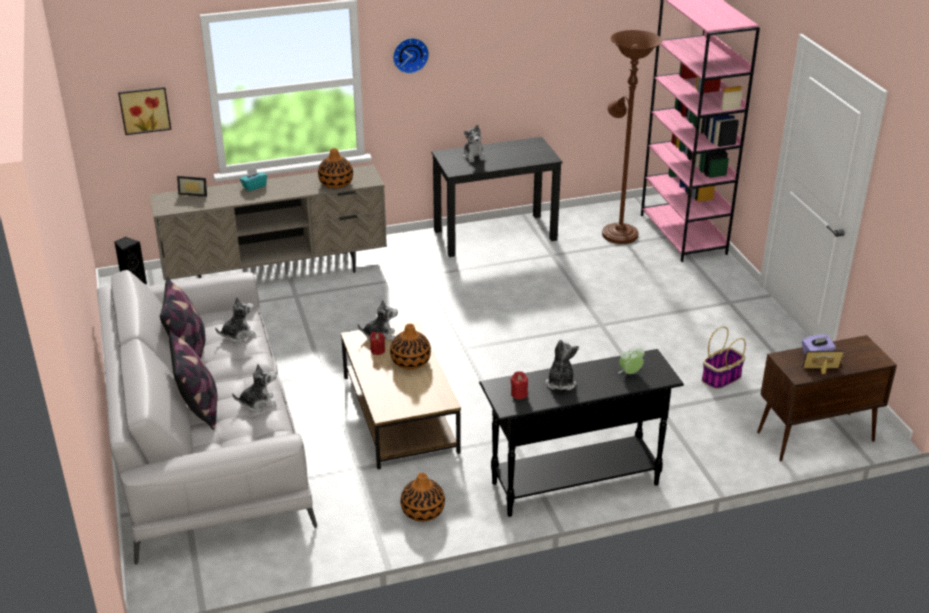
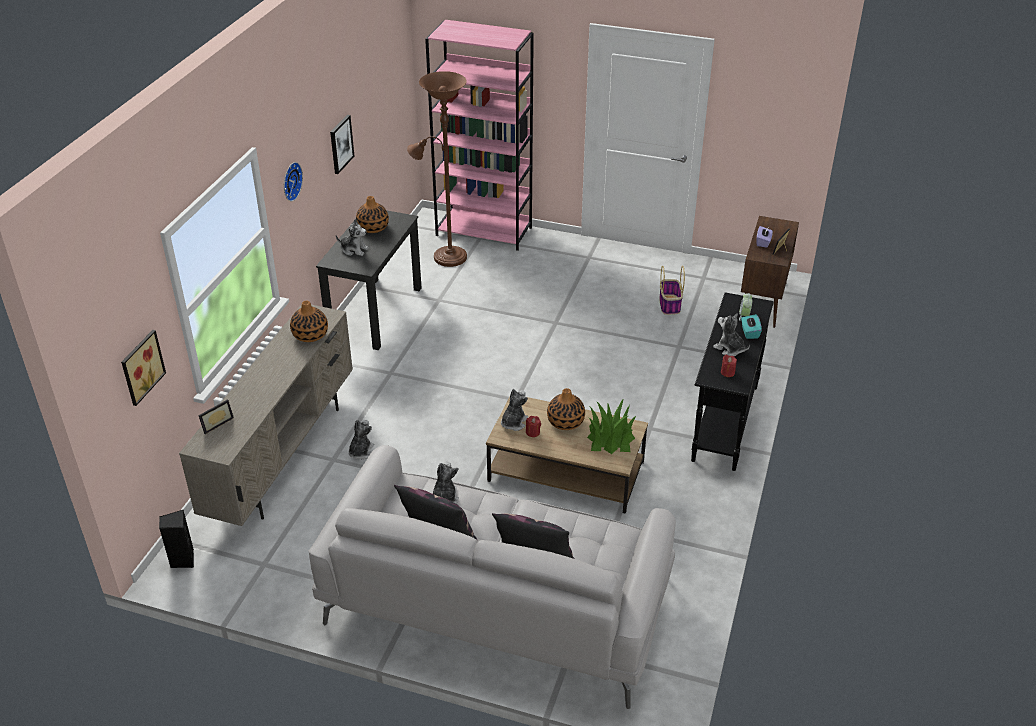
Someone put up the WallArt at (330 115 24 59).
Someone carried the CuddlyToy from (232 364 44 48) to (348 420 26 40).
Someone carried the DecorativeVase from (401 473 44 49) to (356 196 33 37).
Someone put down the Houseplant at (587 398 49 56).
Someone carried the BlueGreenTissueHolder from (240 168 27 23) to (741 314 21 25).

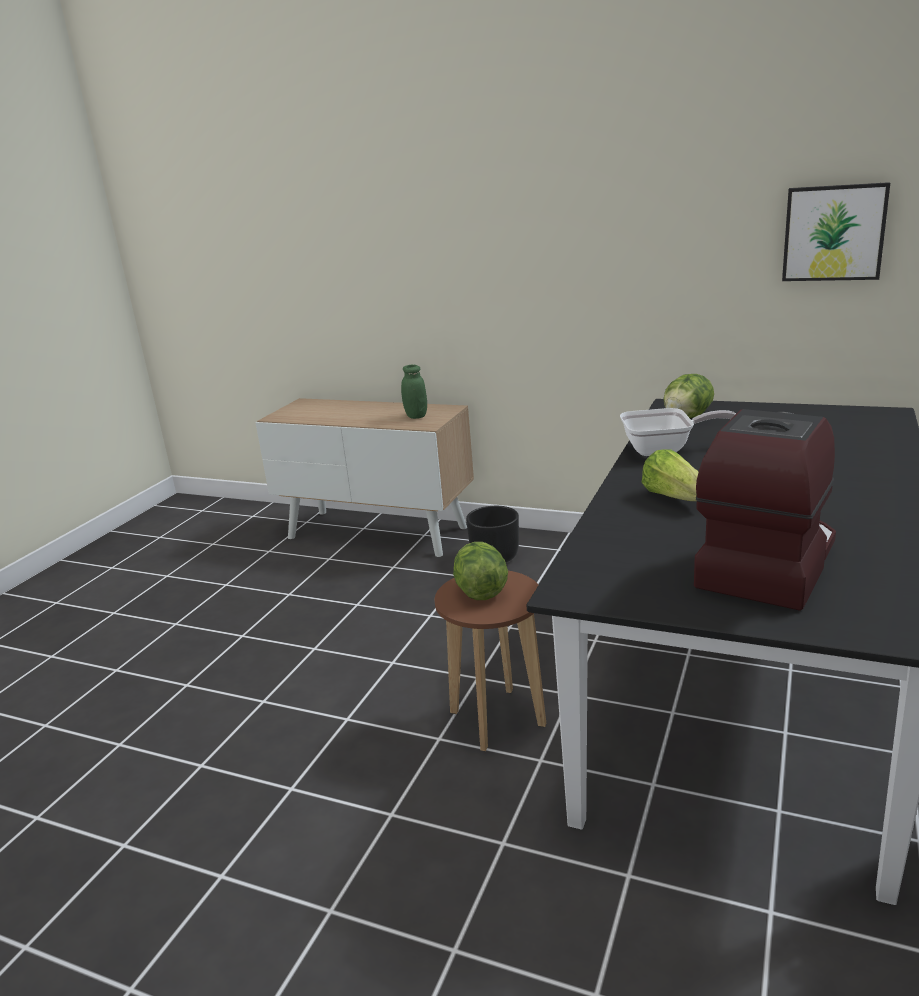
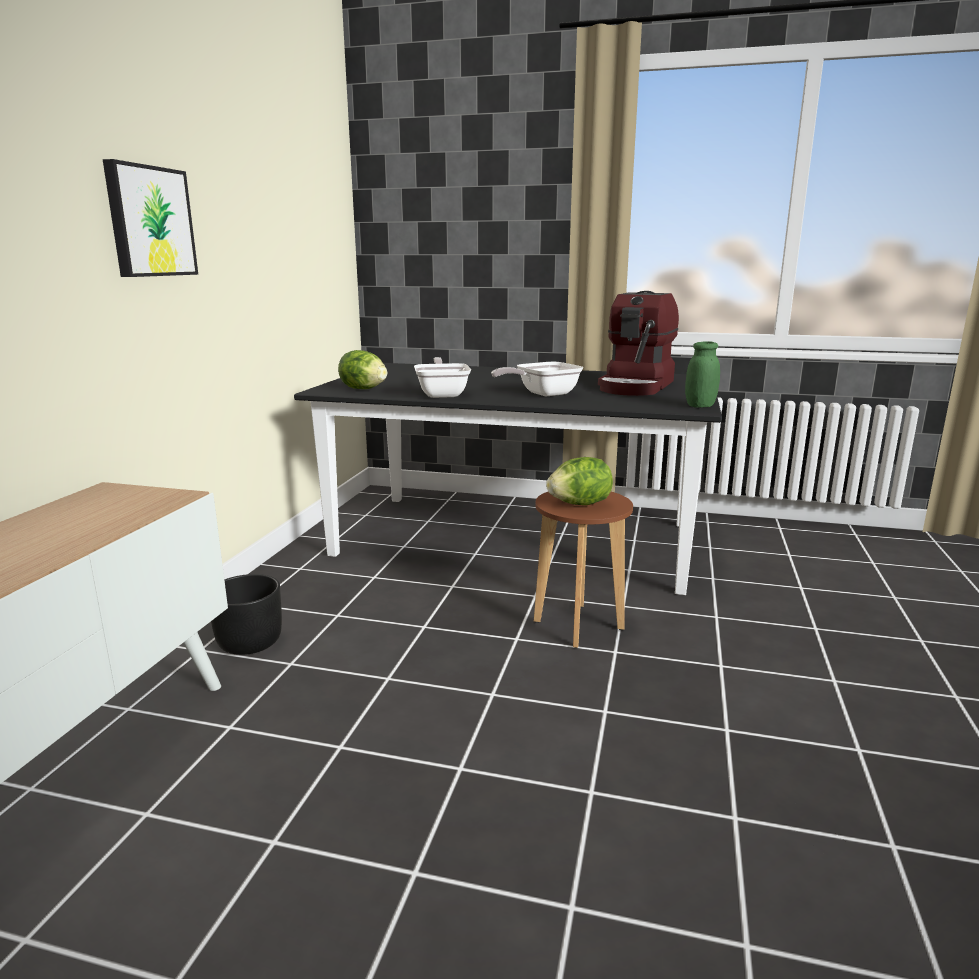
Someone carried the WallArt from (782 182 108 99) to (103 159 95 118).
Someone swapped the Lettuce at (641 449 57 52) for the Pan at (491 362 92 35).
Someone rotated the CoffeeMaker at (694 409 142 202) by 90 degrees counterclockwise.
Someone carried the GreenColouredPreserveJar from (401 365 26 54) to (685 341 35 67).

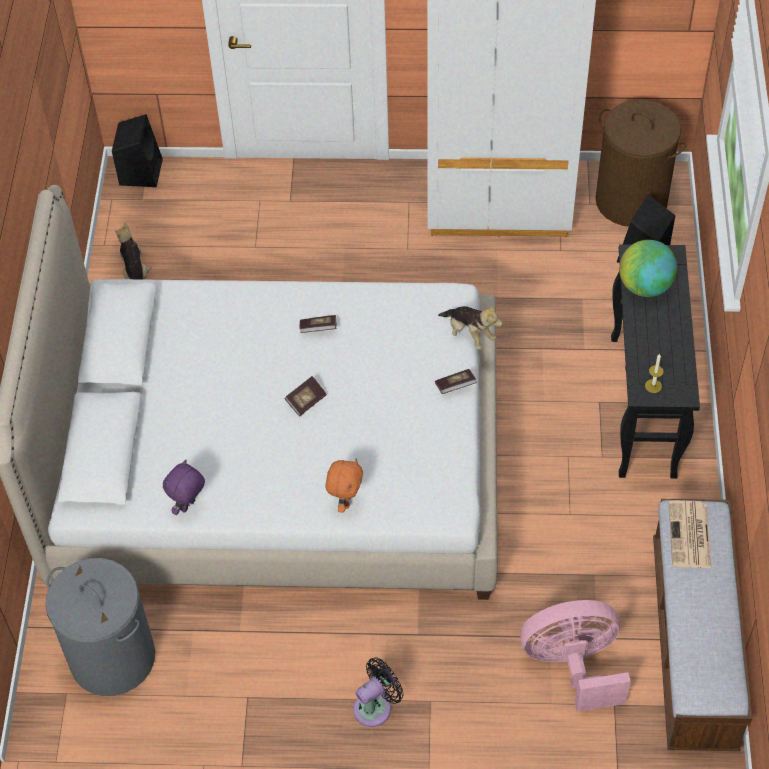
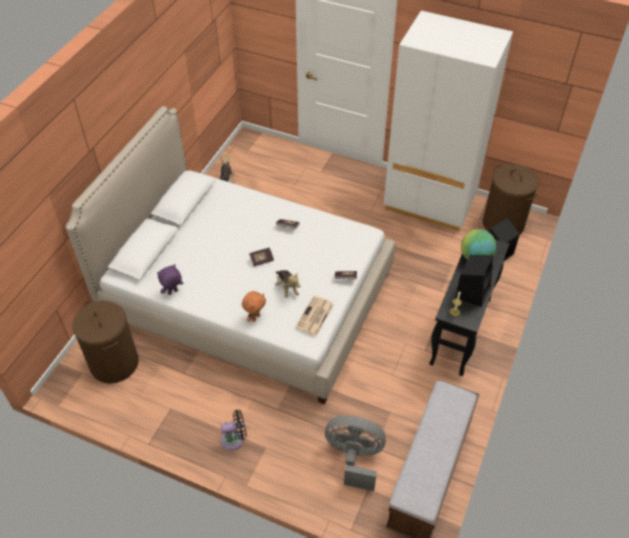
Someone repainted the GreyishHamper at (45 558 110 138), which became the BrownishHamper at (72 301 67 83).
Someone carried the CuddlyToy from (438 304 65 46) to (275 270 25 28).
Someone carried the Newspaper from (669 501 43 67) to (295 296 39 40).
Someone repainted the PinkishElectricFan at (520 600 111 112), which became the GreyishElectricFan at (325 416 61 75).
Someone carried the BlackAudioSpeaker from (112 114 51 73) to (455 255 38 52).

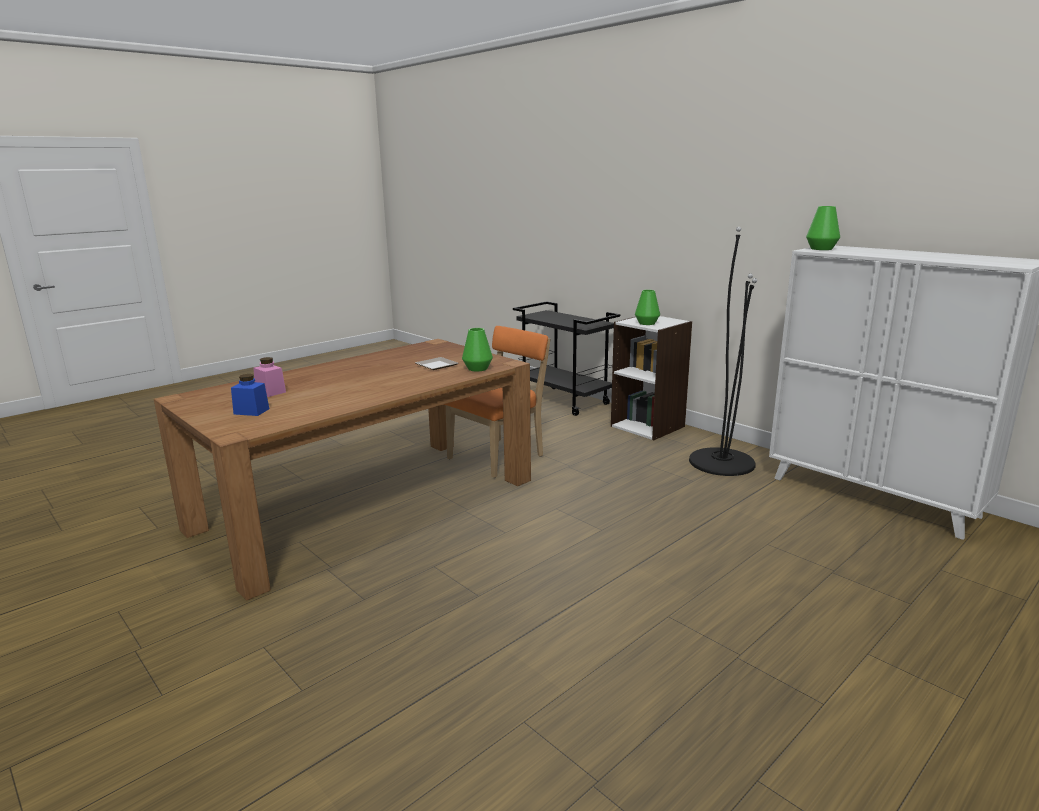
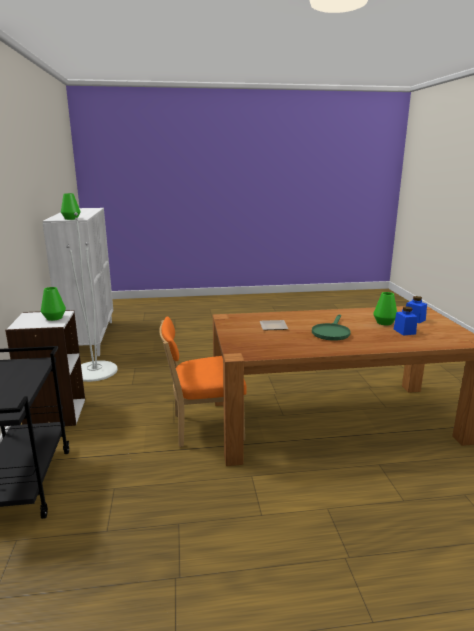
Someone repainted the BlackFloorLamp at (689 227 68 249), which became the WhiteFloorLamp at (66 212 52 170).
Someone put down the GreenColouredPan at (312 314 38 27).
Someone carried the GreenColouredDecorativeVase from (462 328 31 44) to (373 292 24 33).
Someone repainted the PinkishPreserveJar at (253 357 33 40), which became the BluishPreserveJar at (394 306 24 30).

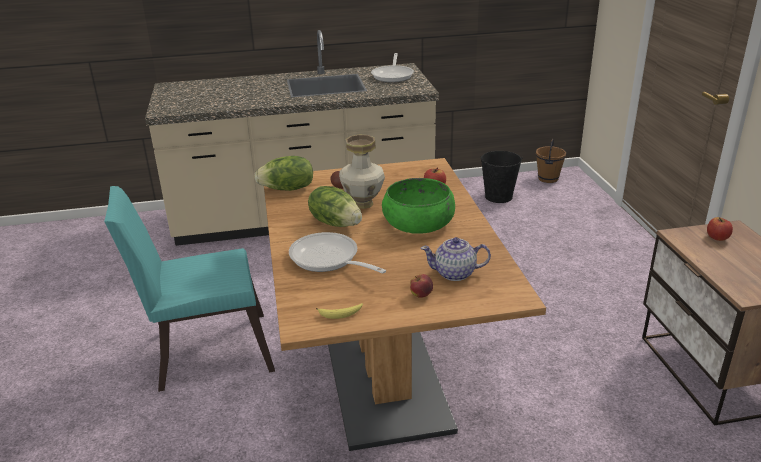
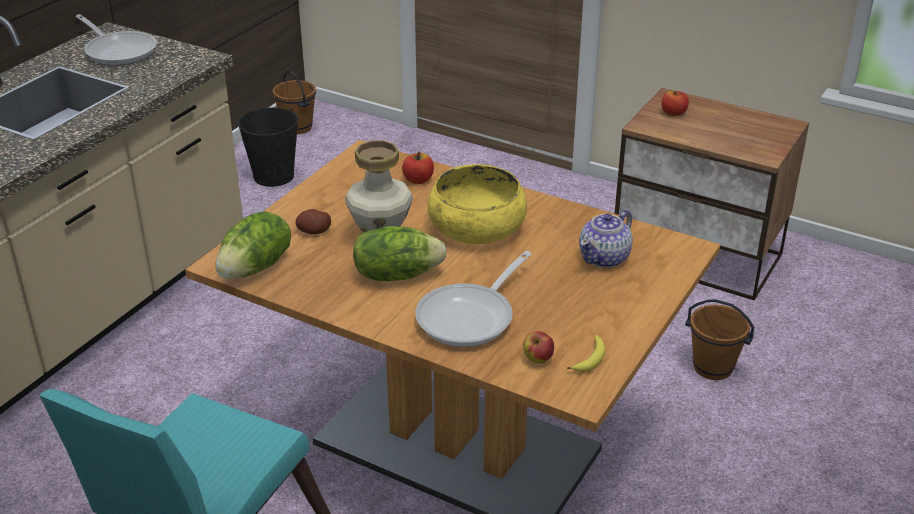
Someone rotated the Pan at (289 232 97 42) by 45 degrees counterclockwise.
Someone repainted the GreenColouredBowl at (382 178 73 56), which became the YellowColouredBowl at (427 164 100 80).
Someone carried the Apple from (410 274 23 24) to (523 331 31 33).
Someone put down the BrownishWaterBucket at (685 299 69 81).

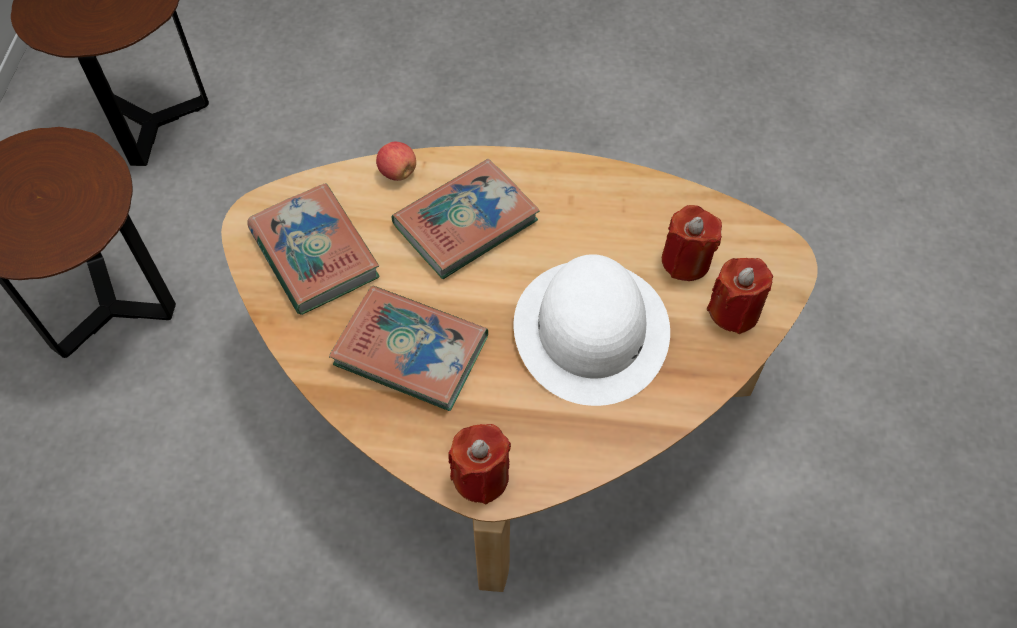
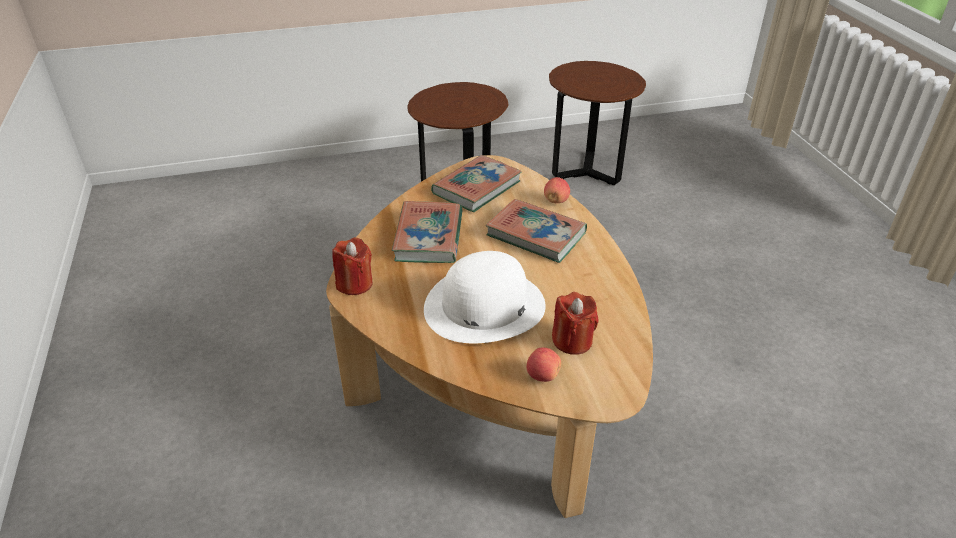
Someone swapped the ReddishWaxLight at (707 258 66 76) for the Apple at (527 347 34 35).

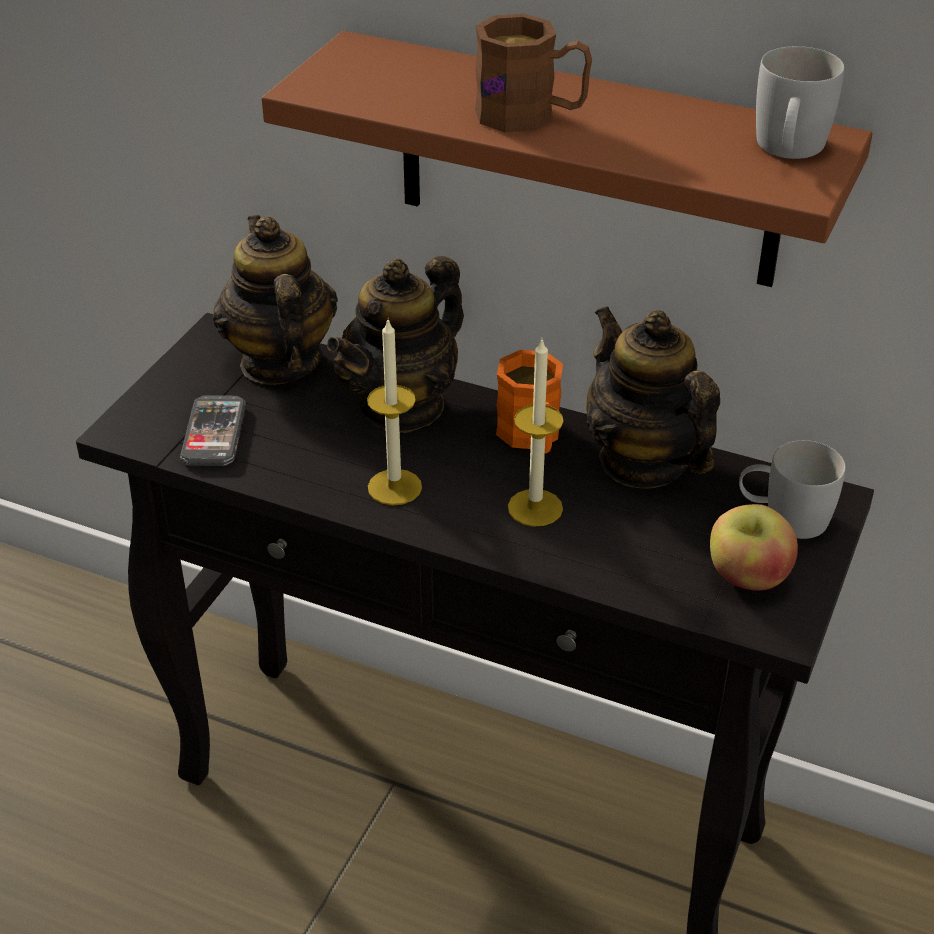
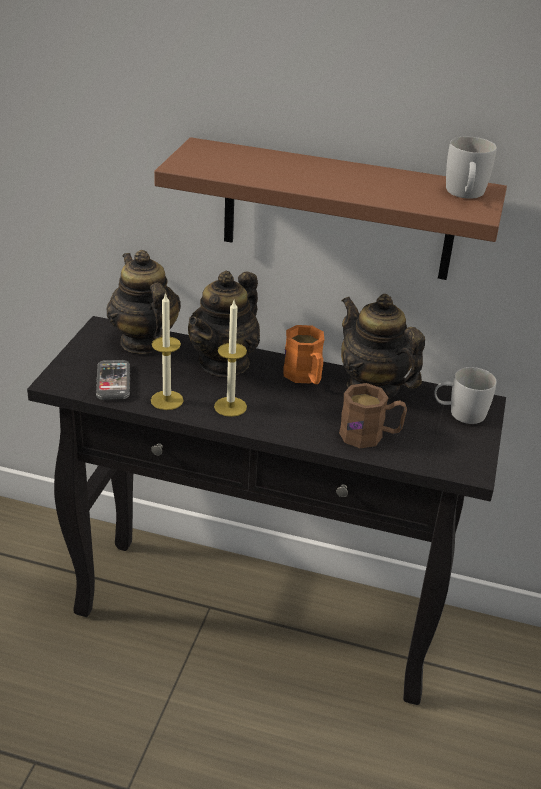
Someone carried the WaxLight from (508 337 56 190) to (151 292 33 118).
Someone carried the BrownishCoffeeMug from (475 14 117 118) to (339 383 68 65).
Someone took away the Apple at (710 504 88 87).

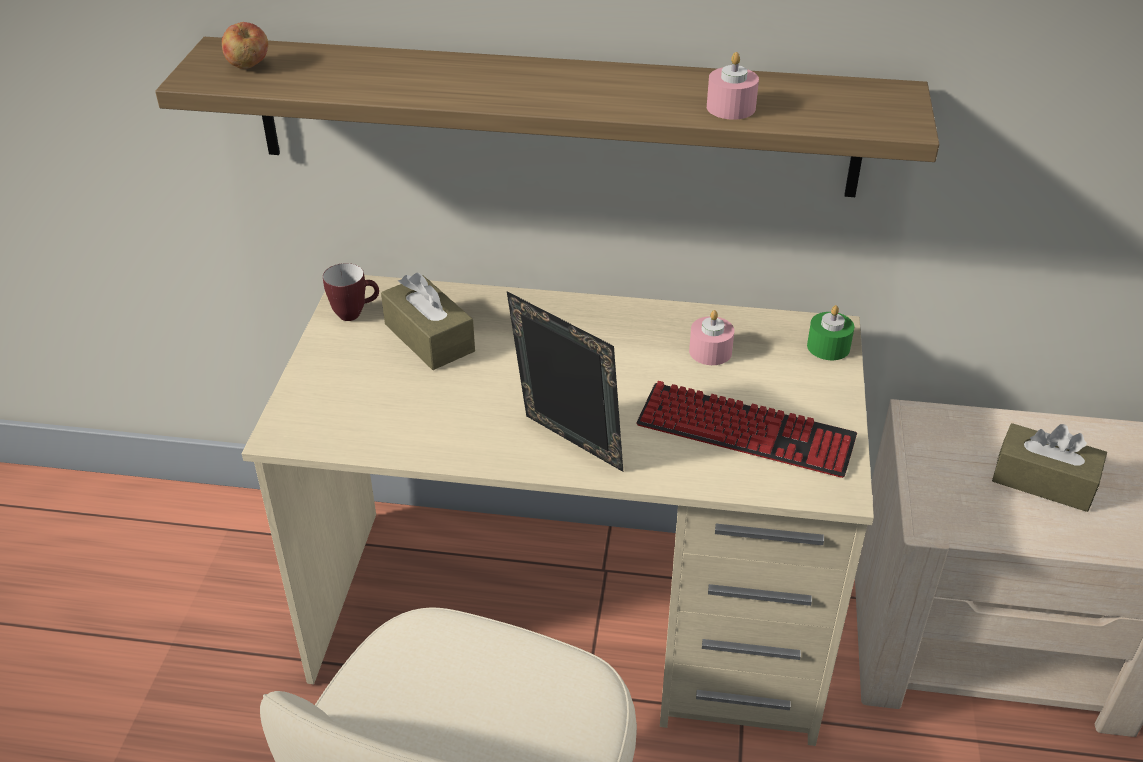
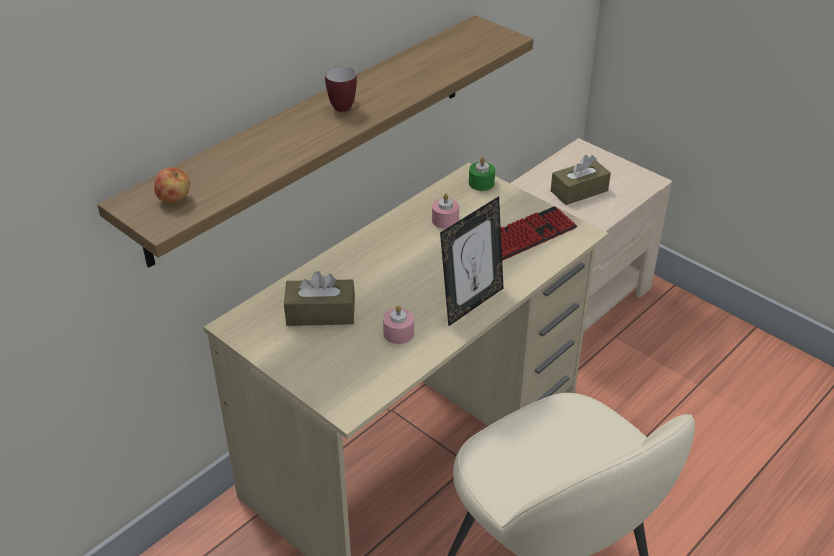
Someone carried the CoffeeMug from (323 263 56 58) to (325 67 32 45).
Someone carried the PinkishWaxLight from (707 52 52 68) to (383 305 31 39).
Someone rotated the PictureFrame at (507 292 116 180) by 150 degrees clockwise.

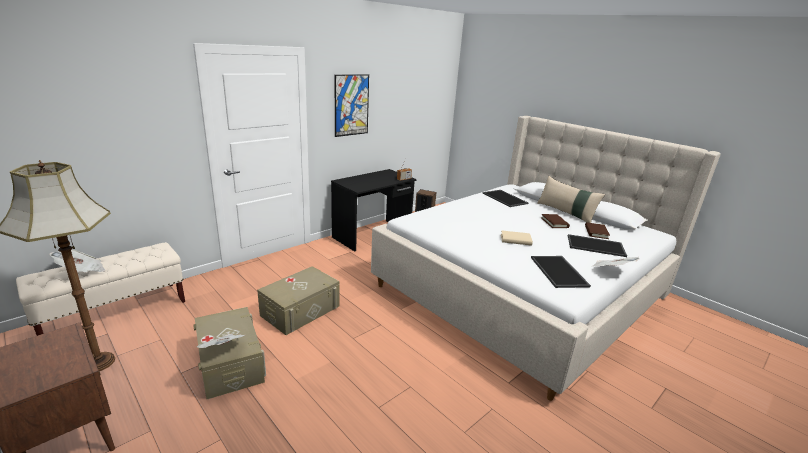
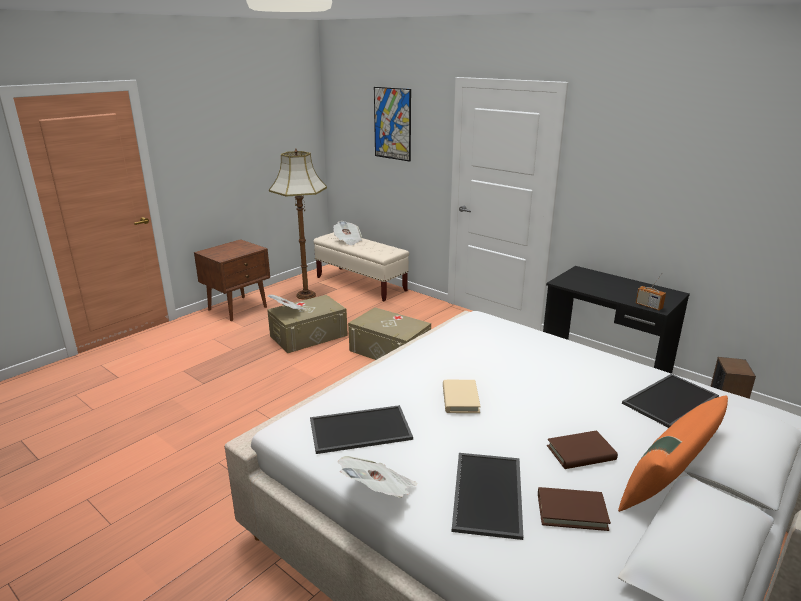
Someone carried the WallArt from (335 74 34 63) to (374 87 37 75).
Someone repainted the BeigeThrowPillow at (537 176 68 47), which became the OrangeyThrowPillow at (618 396 110 116).

